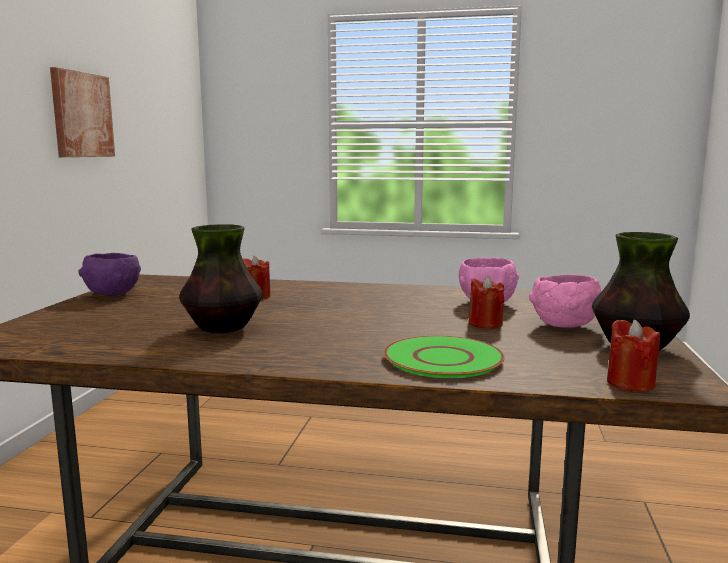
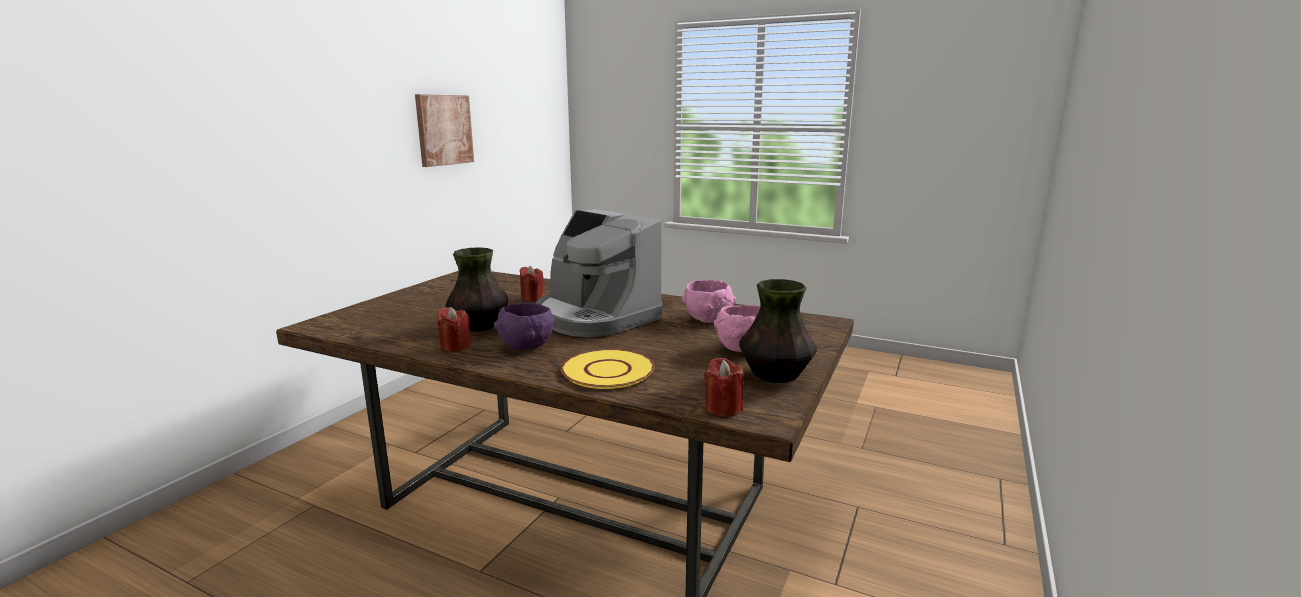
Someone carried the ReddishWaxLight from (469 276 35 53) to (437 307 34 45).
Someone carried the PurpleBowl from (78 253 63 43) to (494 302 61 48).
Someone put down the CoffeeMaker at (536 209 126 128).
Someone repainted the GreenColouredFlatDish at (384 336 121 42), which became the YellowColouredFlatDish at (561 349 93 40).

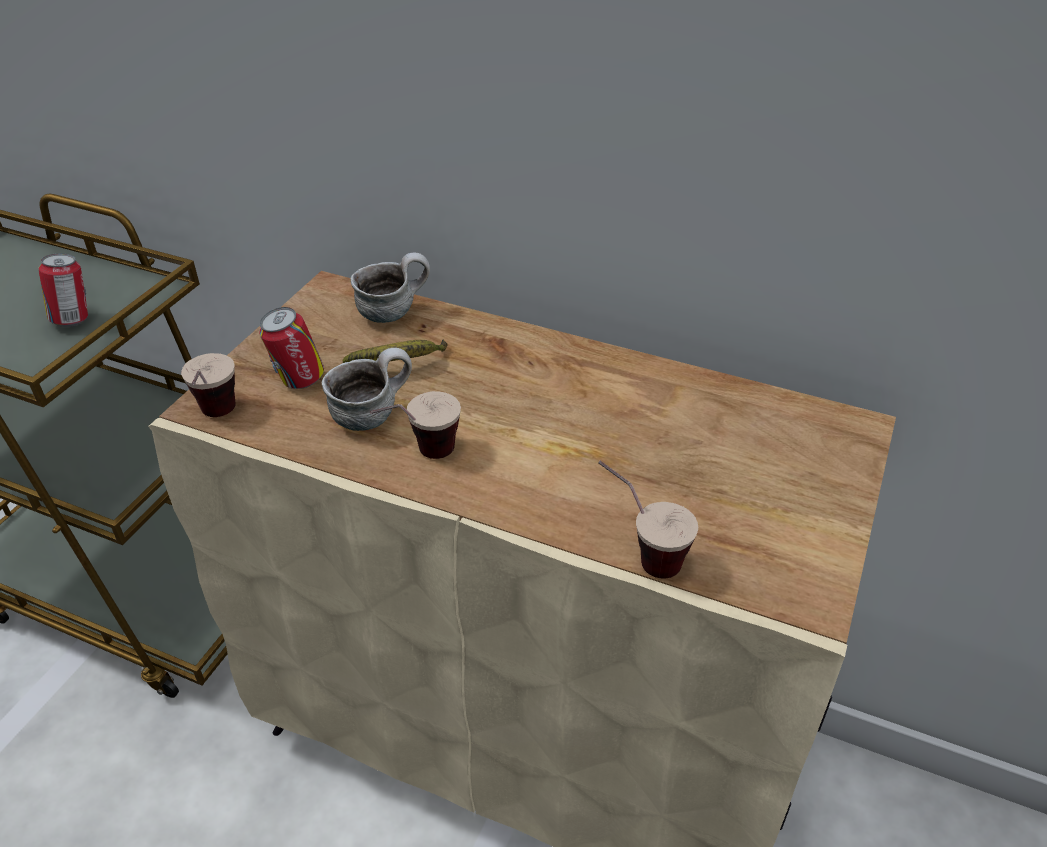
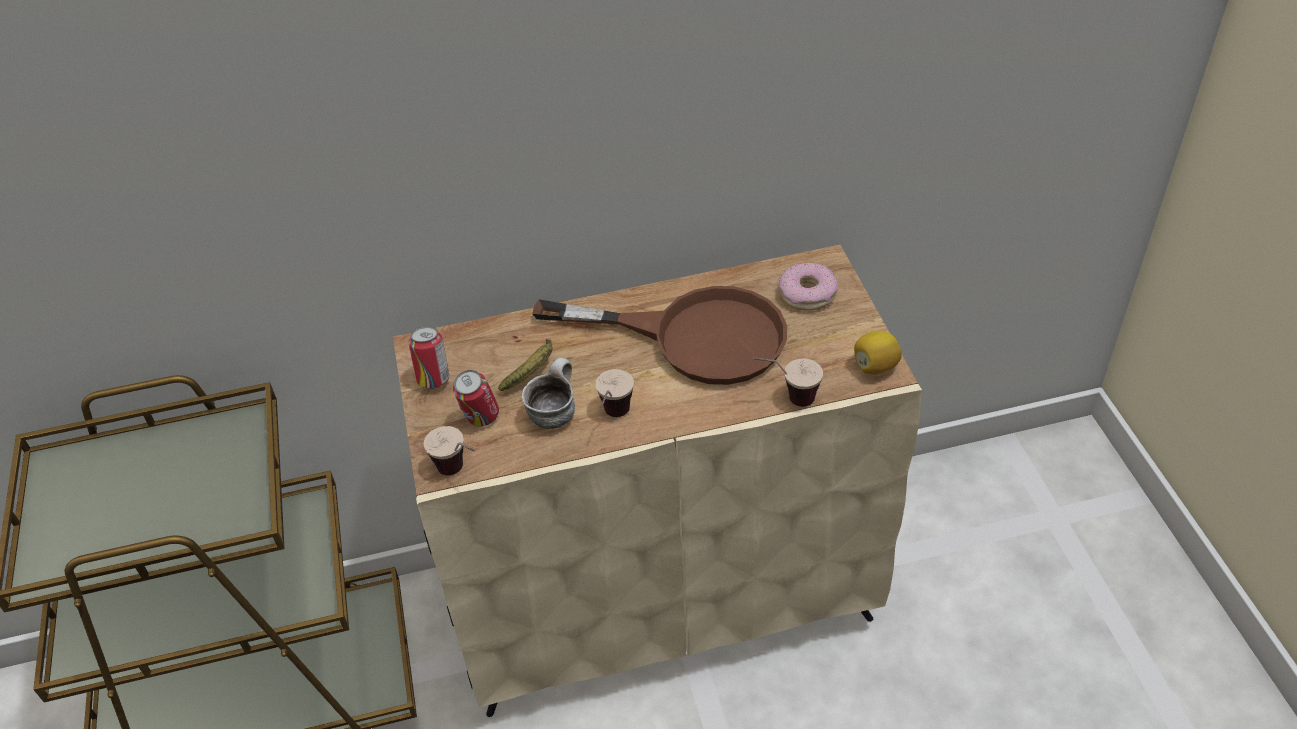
Someone carried the Can from (39 253 49 74) to (409 326 40 63).
Someone put down the BrownishPan at (532 286 255 99).
Someone put down the RingDoughnut at (778 263 60 48).
Someone put down the Lemon at (854 331 48 43).
Someone took away the CoffeeMug at (350 252 80 71).

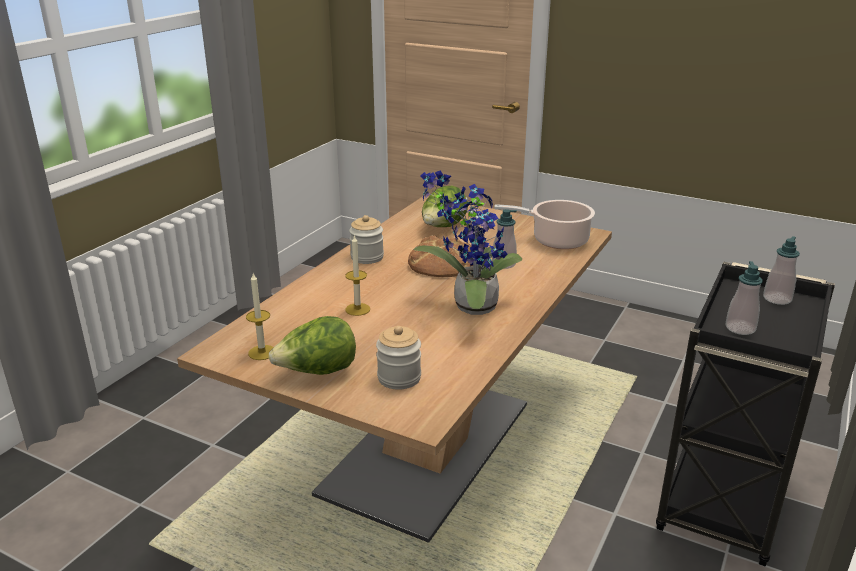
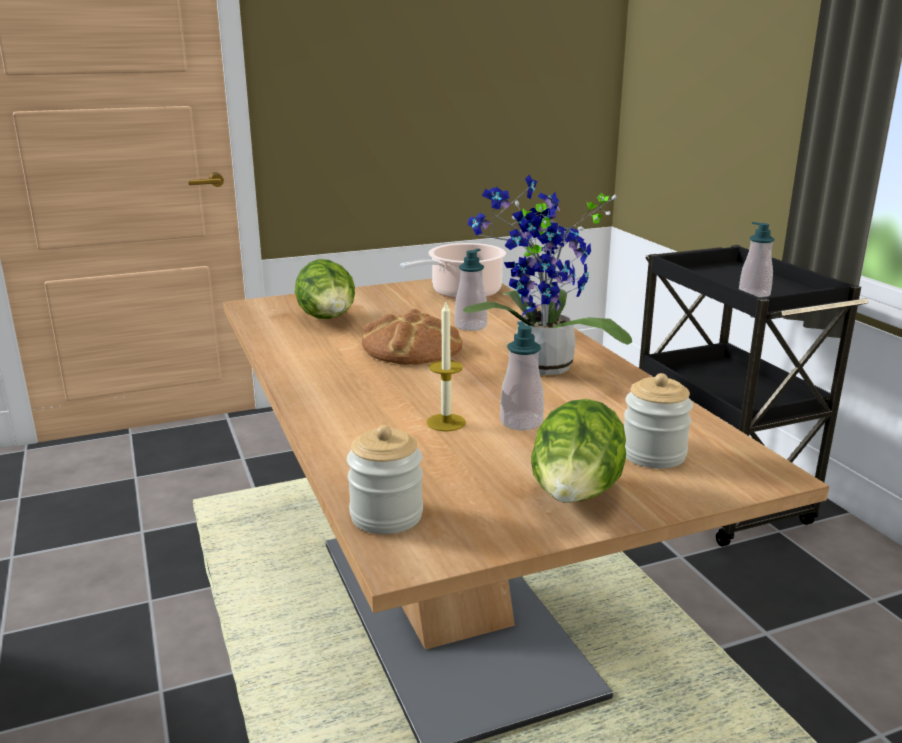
Someone carried the PreserveJar from (349 215 35 49) to (347 425 76 109).
Someone carried the SoapDispenser from (763 236 37 69) to (500 321 44 109).
Someone took away the WaxLight at (246 273 27 87).

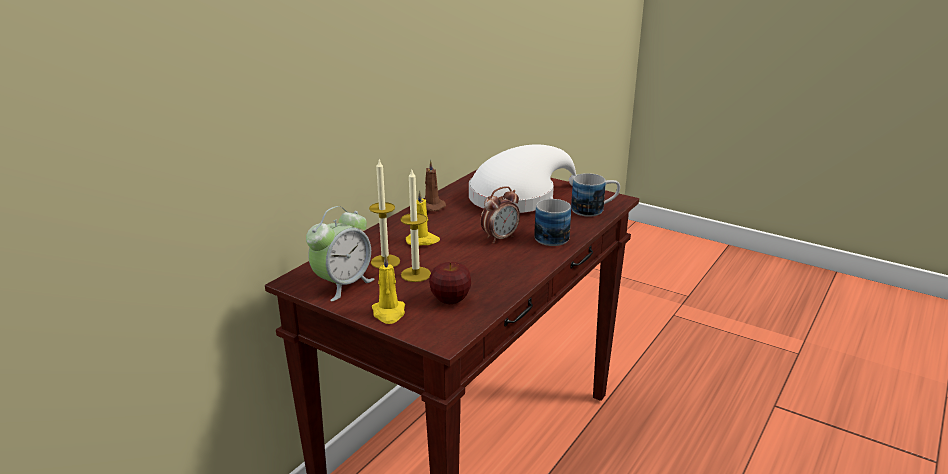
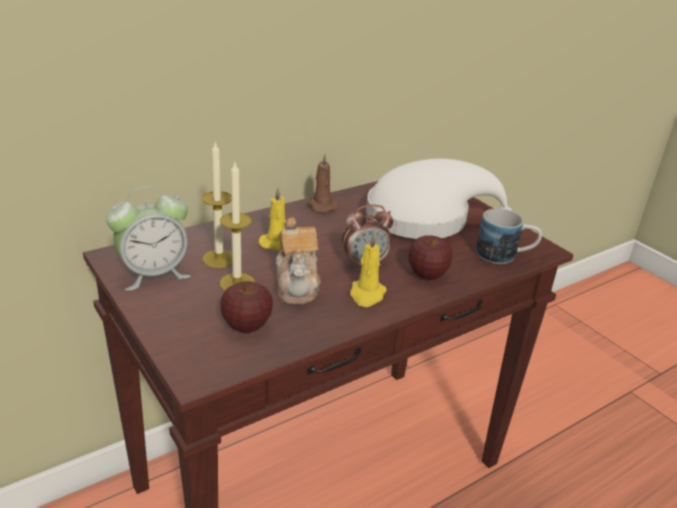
Someone put down the Teapot at (276 217 45 88).
Someone carried the YellowColouredWaxLight from (372 254 33 70) to (350 233 37 74).
Someone swapped the CoffeeMug at (534 197 37 49) for the Apple at (408 235 44 45).

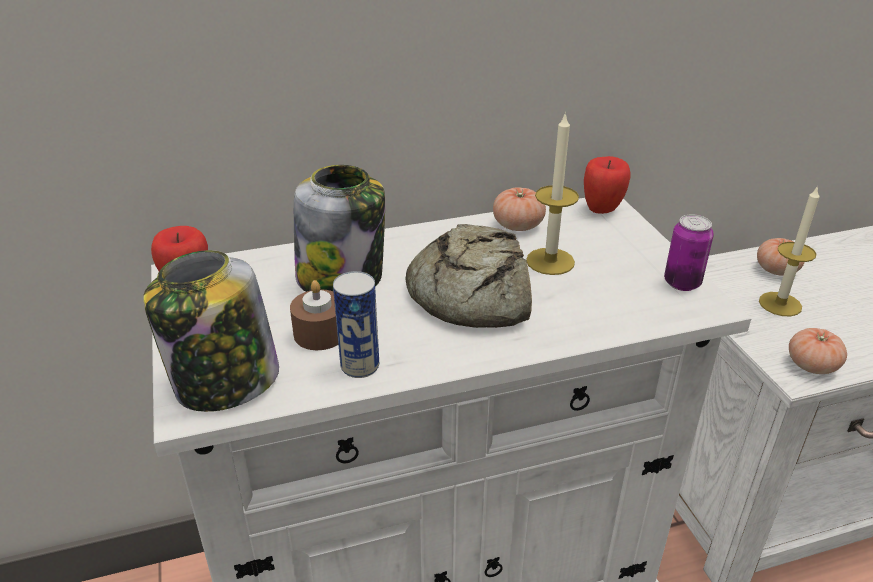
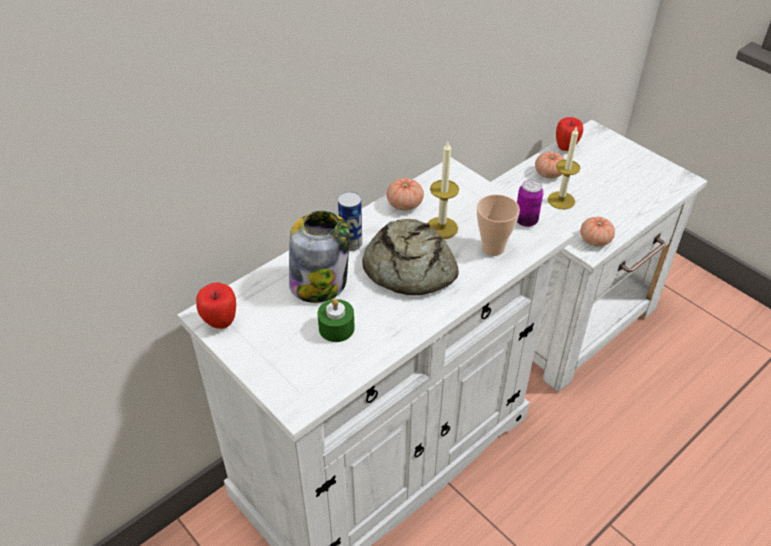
Someone repainted the BrownishWaxLight at (290 280 48 70), which became the GreenColouredWaxLight at (318 298 37 44).
Someone carried the Can from (333 271 46 107) to (338 192 24 59).
Someone put down the SmallCup at (477 194 43 62).
Someone carried the Apple from (584 156 46 58) to (556 117 27 34).
Someone took away the PreserveJar at (143 250 136 162).

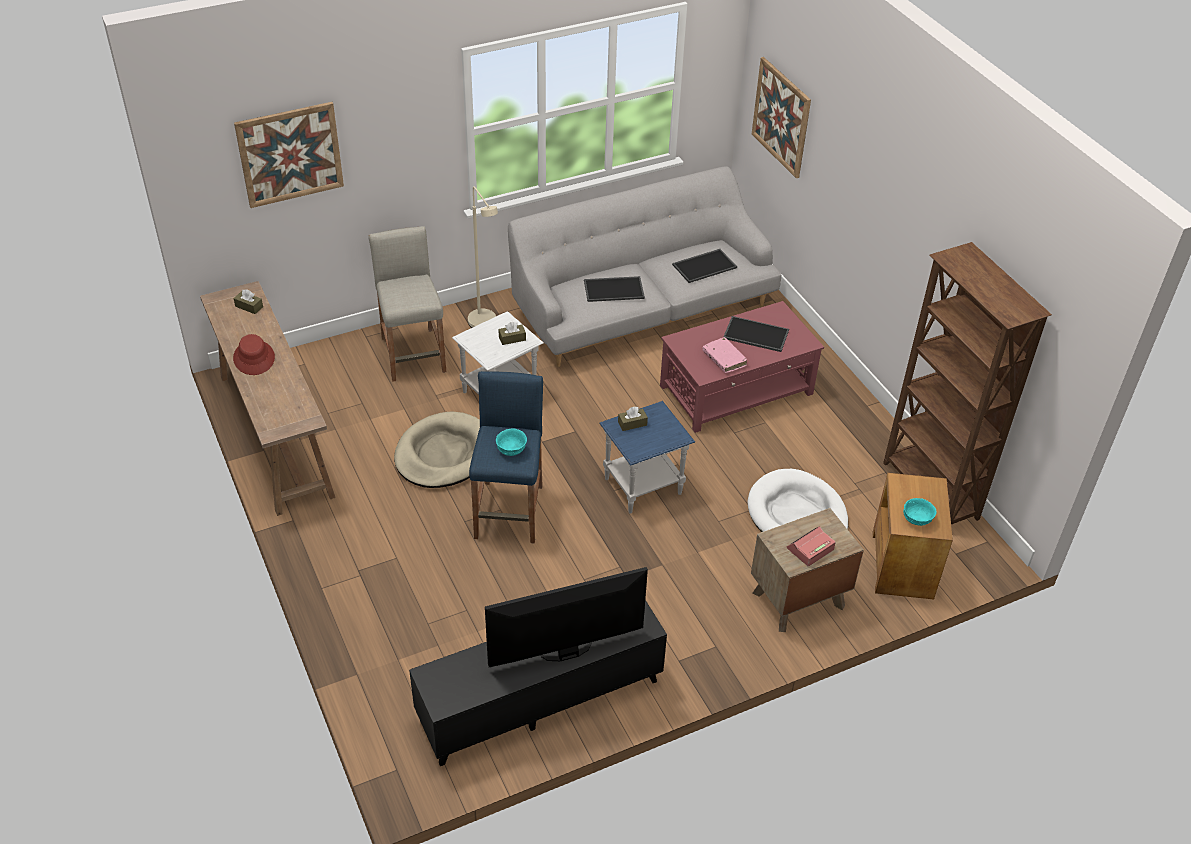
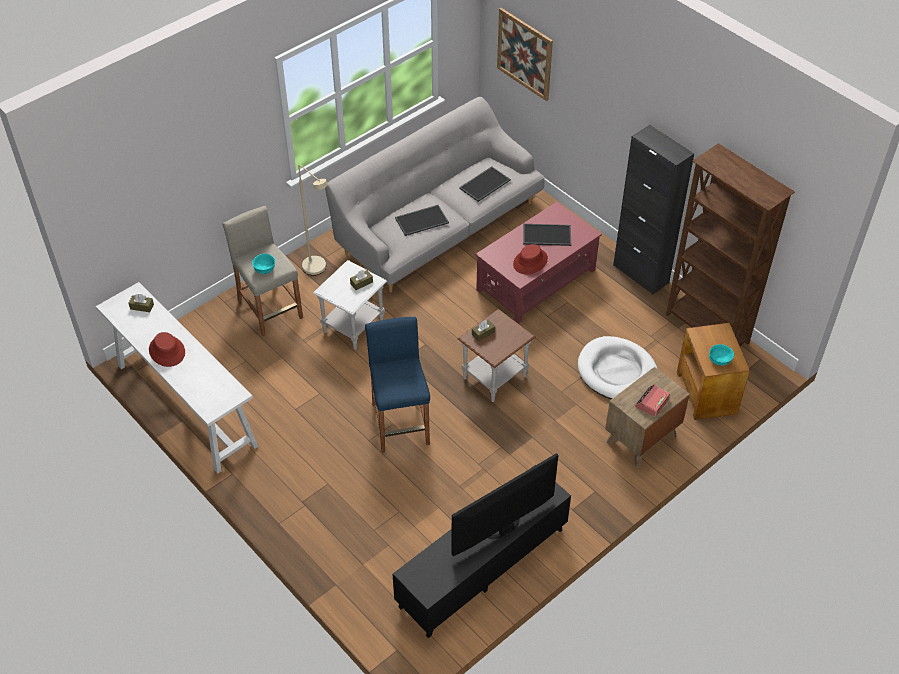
Someone repainted the BrownishHallTable at (200 281 136 235), which became the WhiteHallTable at (96 282 162 191).
Someone carried the BlueGreenBowl from (496 428 31 28) to (252 254 23 20).
Someone repainted the BluishEndTable at (599 401 96 112), which became the BrownishEndTable at (457 309 78 93).
Someone swapped the PinkishVolume at (703 337 44 36) for the ReddishClothingHat at (513 244 35 30).
Someone put down the BlackStorageCabinet at (613 125 81 170).
Someone took away the WallArt at (234 102 110 106).
Someone took away the BeigePetBed at (394 411 86 77).

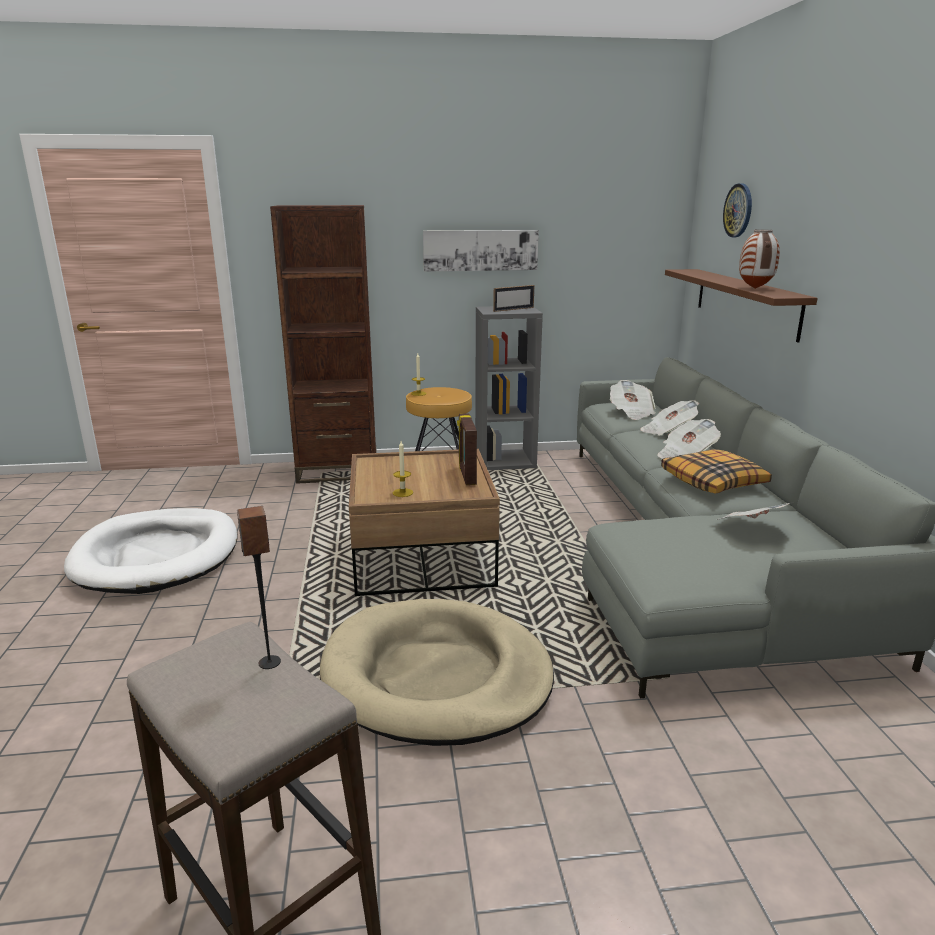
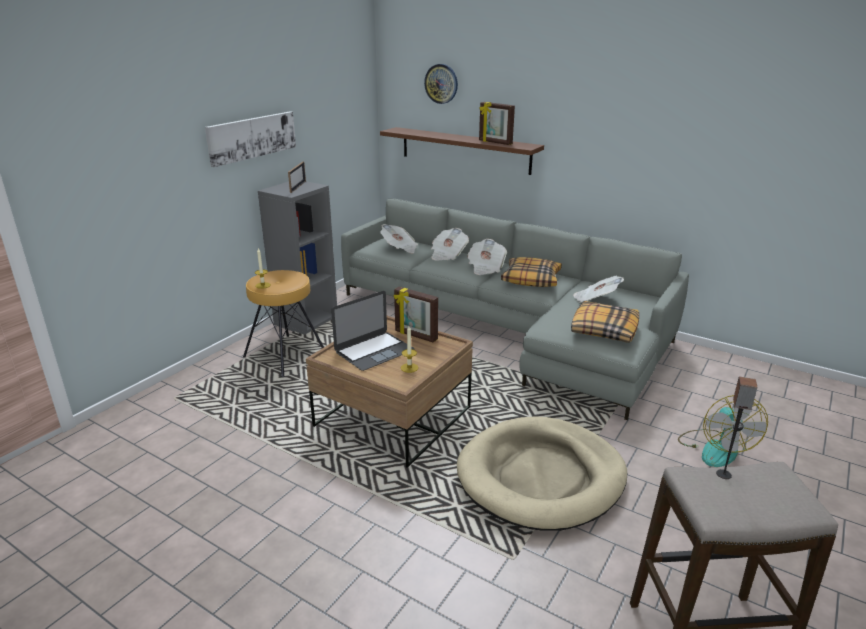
Someone put down the Laptop at (331 291 83 80).
Someone swapped the DecorativeVase at (739 229 41 60) for the PictureFrame at (479 102 36 43).
Someone put down the ThrowPillow at (571 301 68 42).
Someone put down the ElectricFan at (678 395 90 72).
Someone took away the WhitePetBed at (64 508 173 86).
Someone took away the BrownishShelvingUnit at (270 205 107 279).

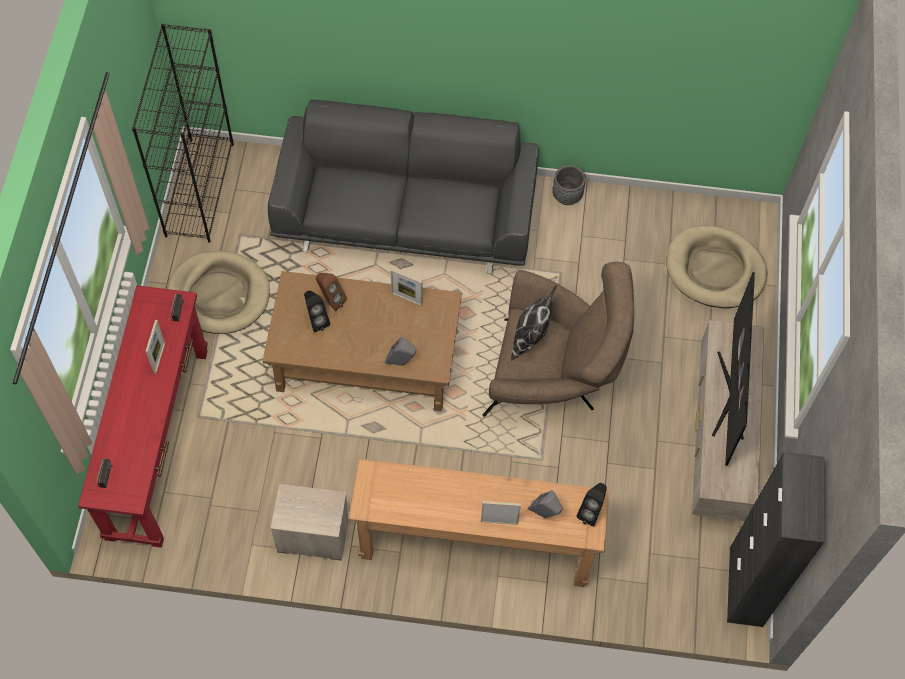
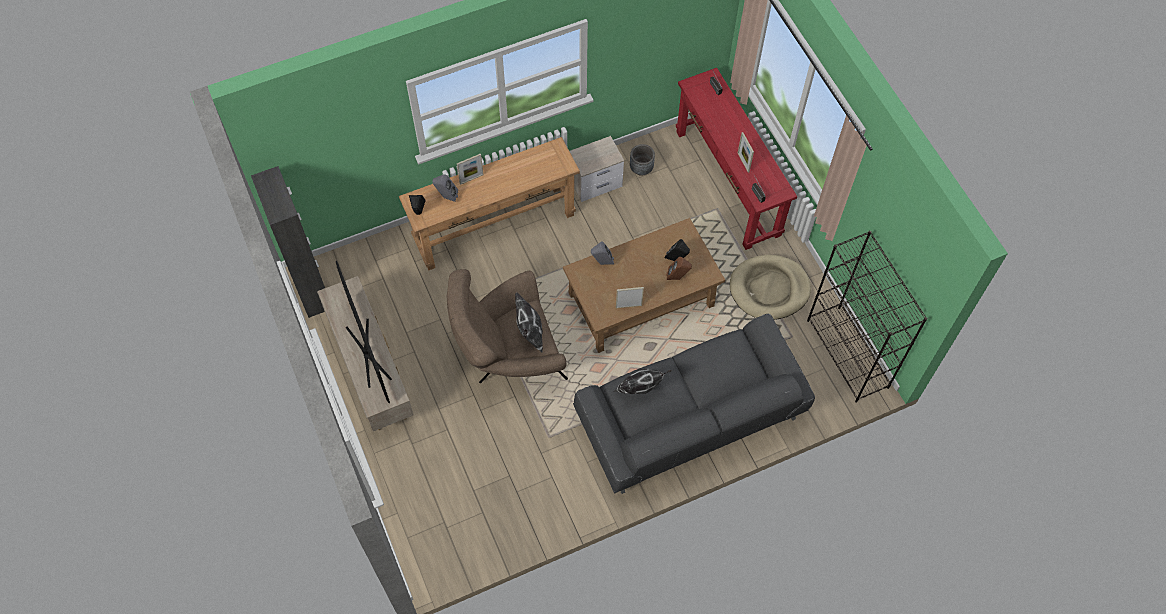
Someone put down the ThrowPillow at (614 369 57 25).
Someone carried the GreyishFlowerPot from (552 165 34 40) to (630 144 25 32).
Someone took away the BeigePetBed at (666 225 101 83).

